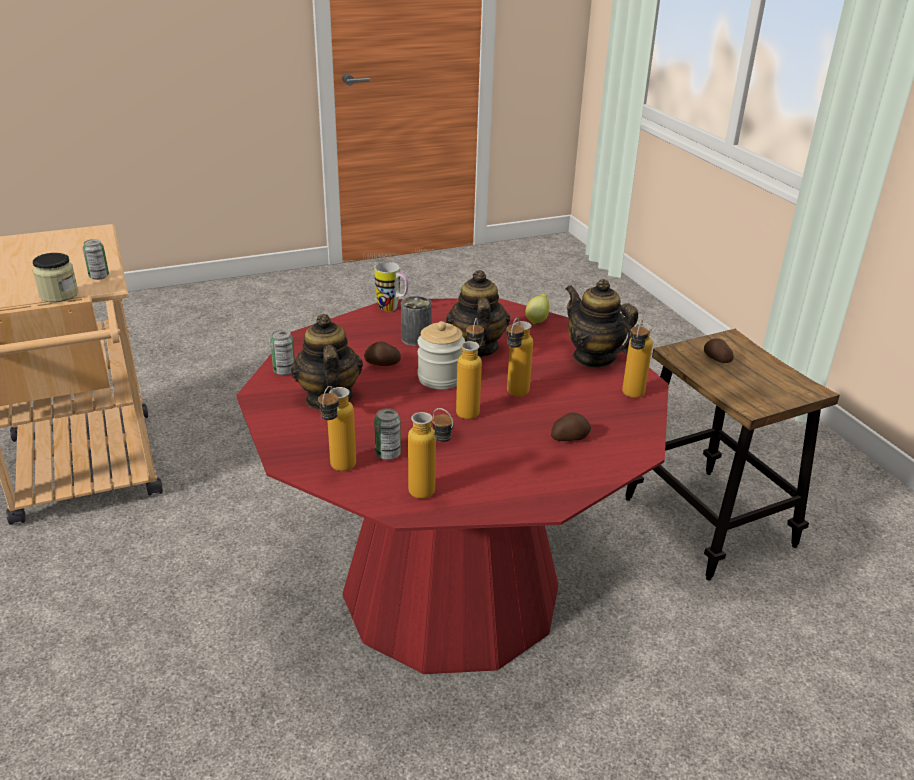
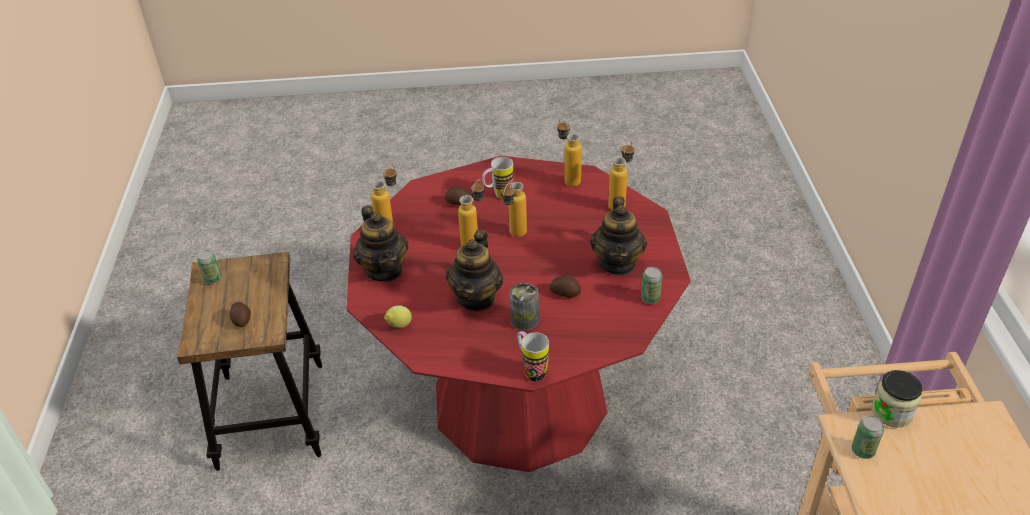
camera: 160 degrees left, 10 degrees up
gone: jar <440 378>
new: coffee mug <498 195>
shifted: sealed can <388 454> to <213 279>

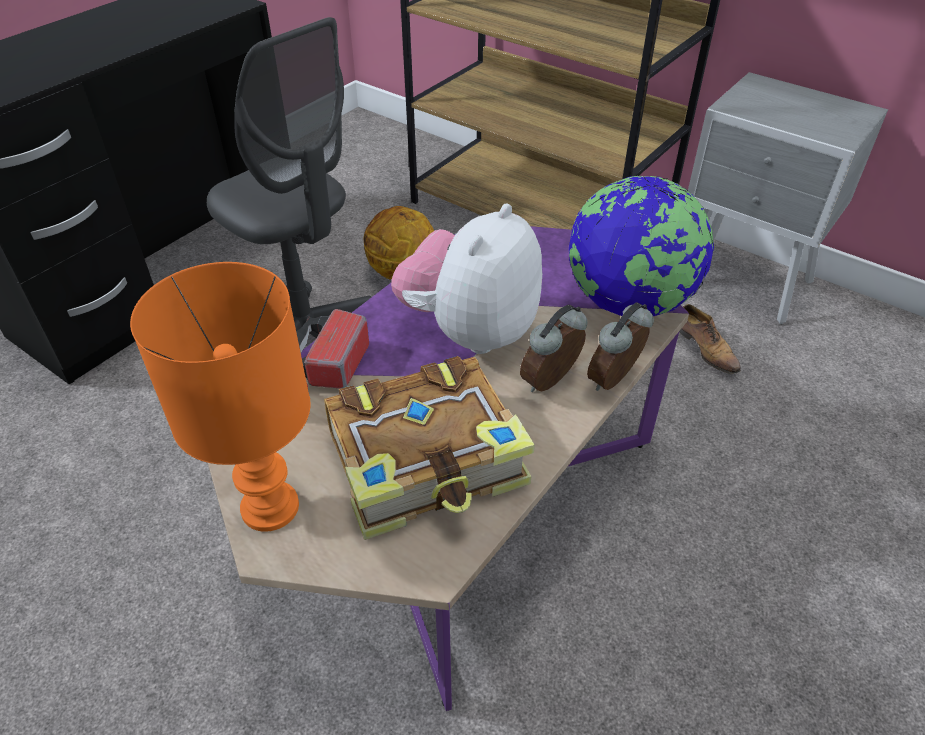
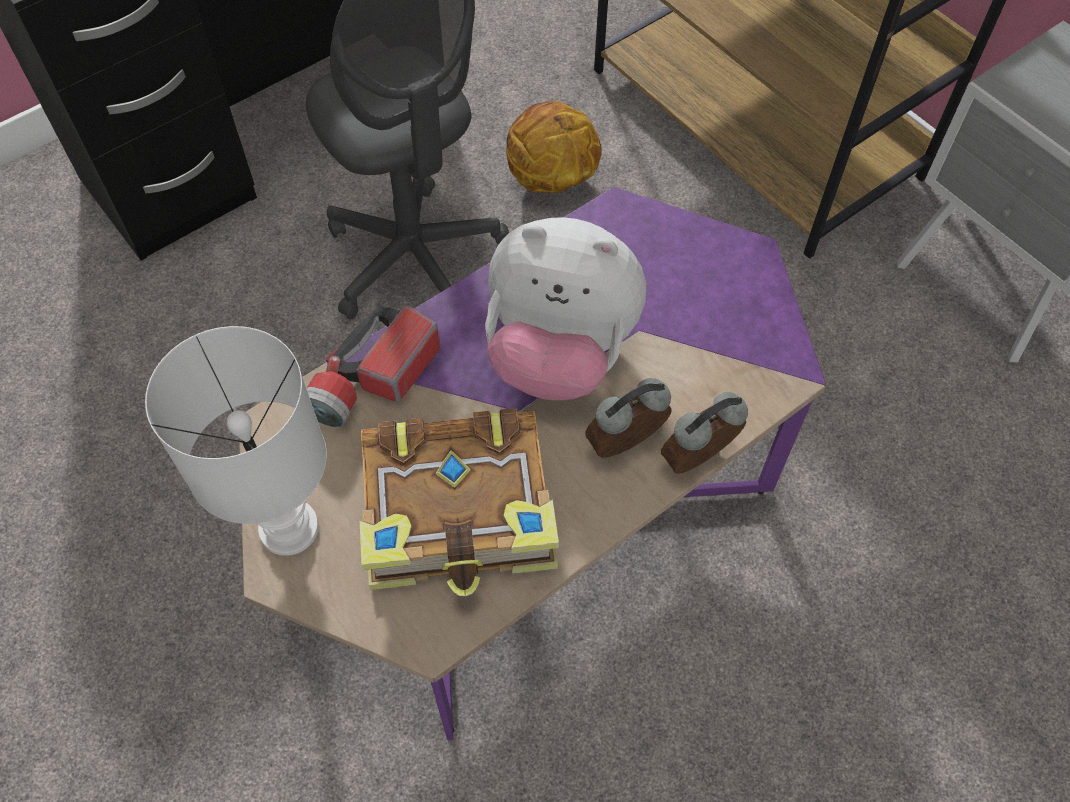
camera: 15 degrees right, 15 degrees up
gone: desk globe <629 303>; low shoe <705 348>
repainted: orangey table lamp <269 505> to whitish table lamp <289 526>
rotated: plush toy <470 331> = <559 353> 120 degrees counterclockwise

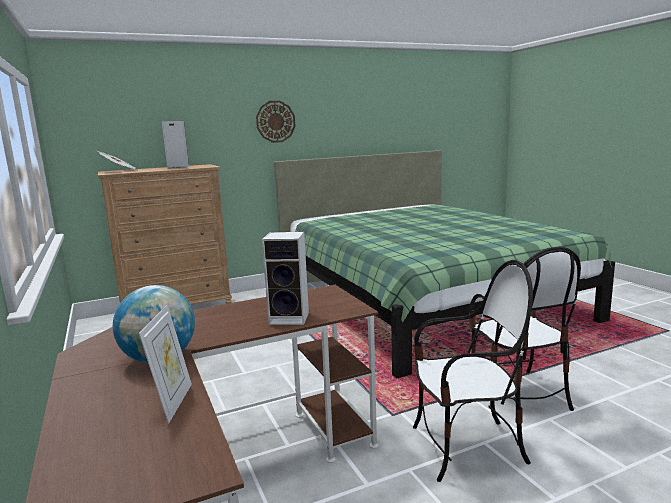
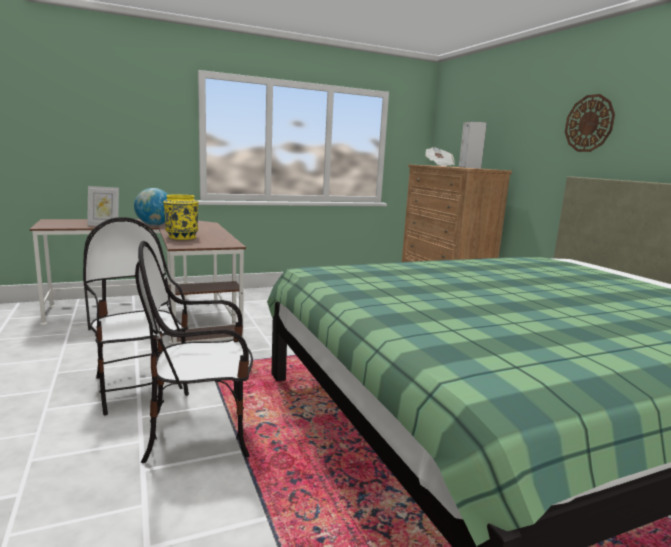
camera: 90 degrees right, 0 degrees up
swapped: speaker <291 318> to yellow-coloured vase <181 237>
rotated: upright chair <467 448> = <139 388> 150 degrees clockwise

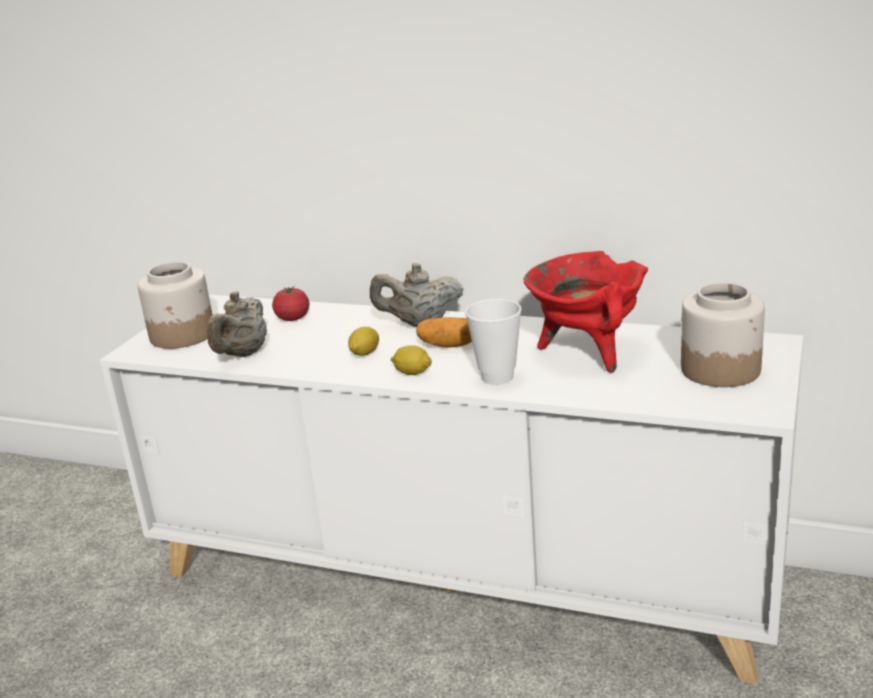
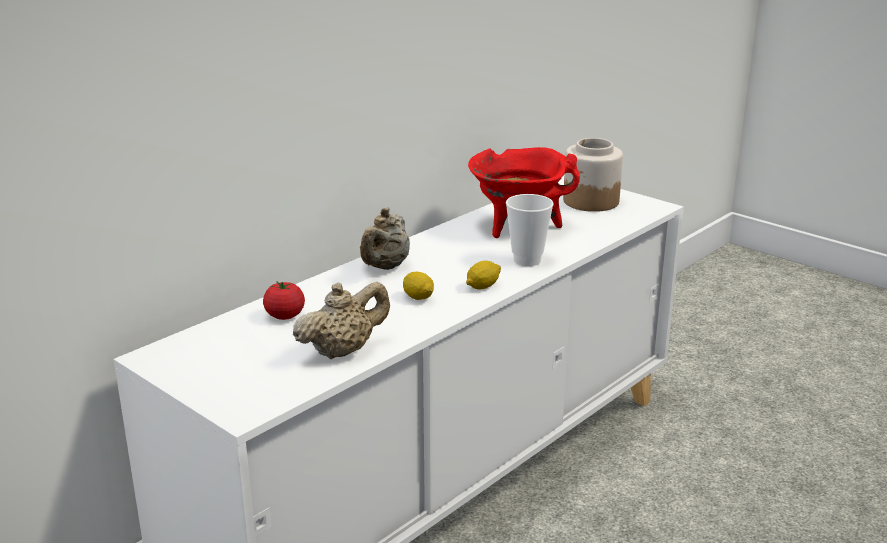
camera: 70 degrees left, 0 degrees up
gone: jar <183 335>; whole potato <448 345>
rotated: sand-coloured tea pot <243 354> = <343 351> 75 degrees counterclockwise

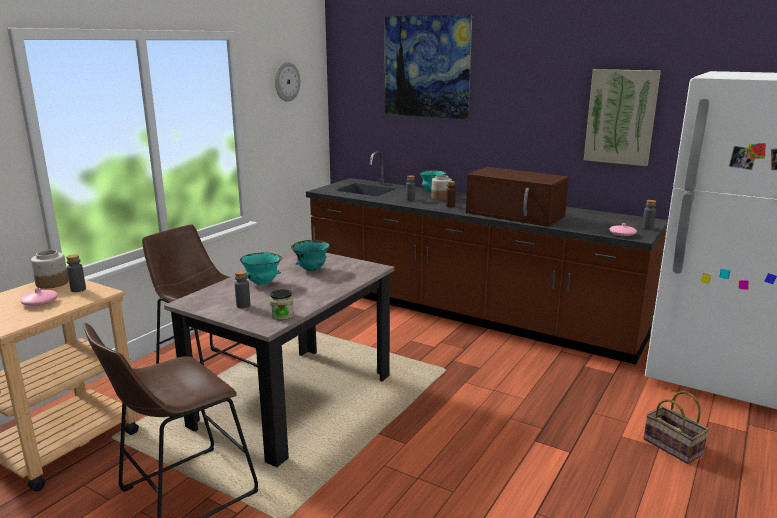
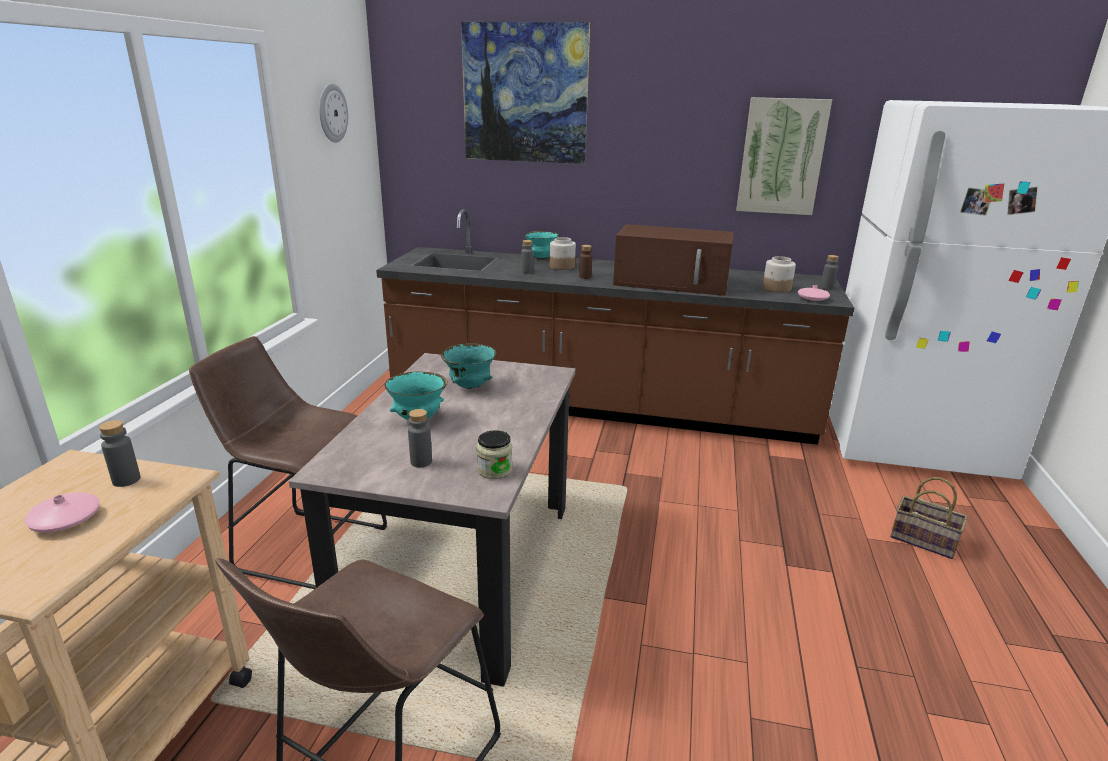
camera: 20 degrees left, 5 degrees up
shifted: jar <52 283> to <776 288>

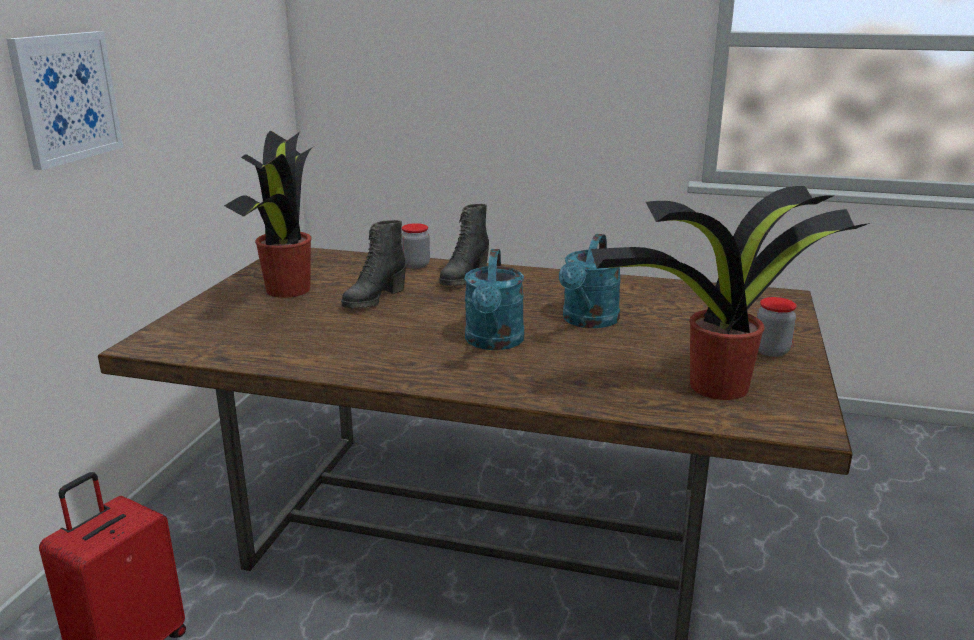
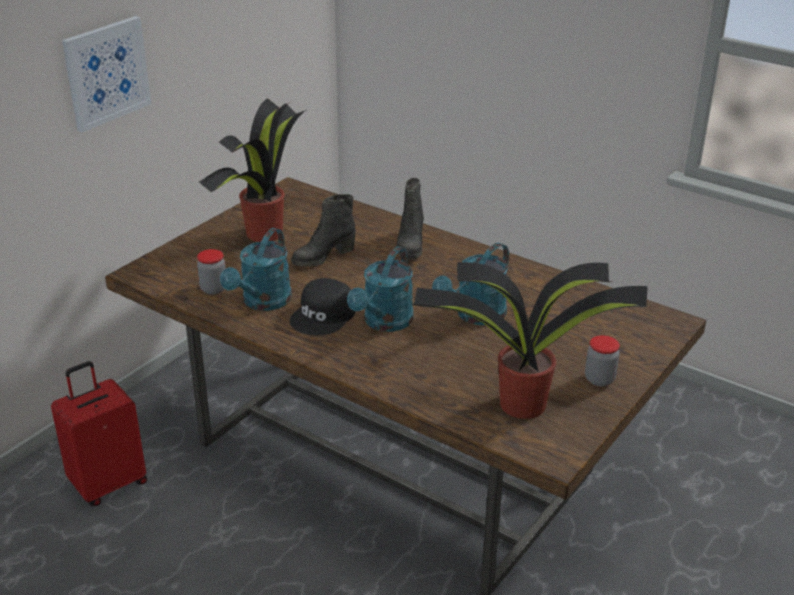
camera: 20 degrees right, 10 degrees up
new: turquoise sprinkling can <262 303>; blackish baseball cap <324 316>
shifted: jar <416 265> to <213 289>
rotated: blackish boot <463 278> = <410 246> 45 degrees counterclockwise

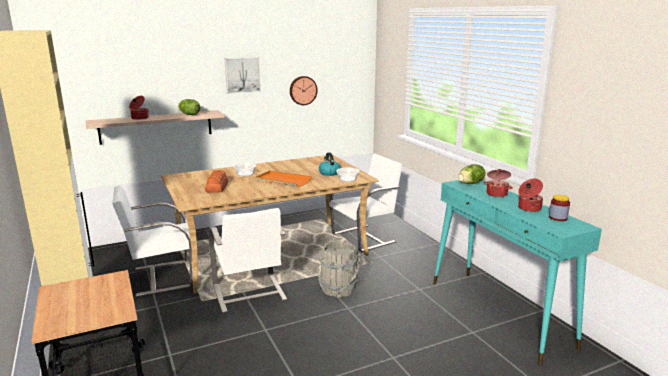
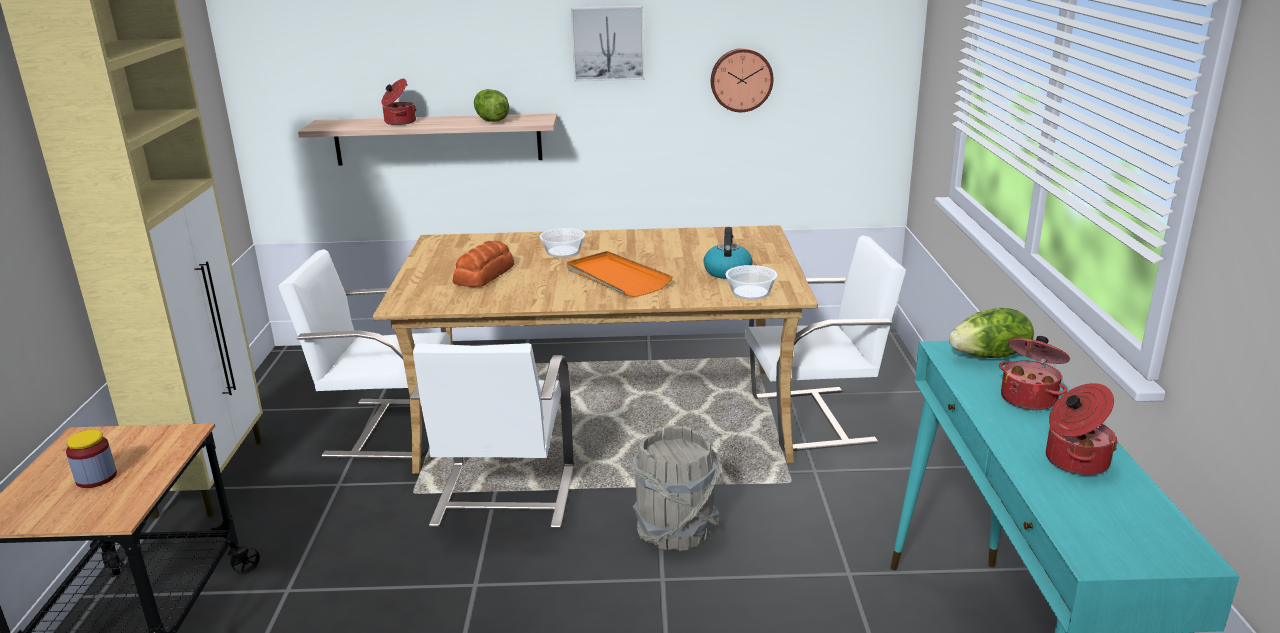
camera: 25 degrees right, 5 degrees up
shifted: jar <558 218> to <96 478>

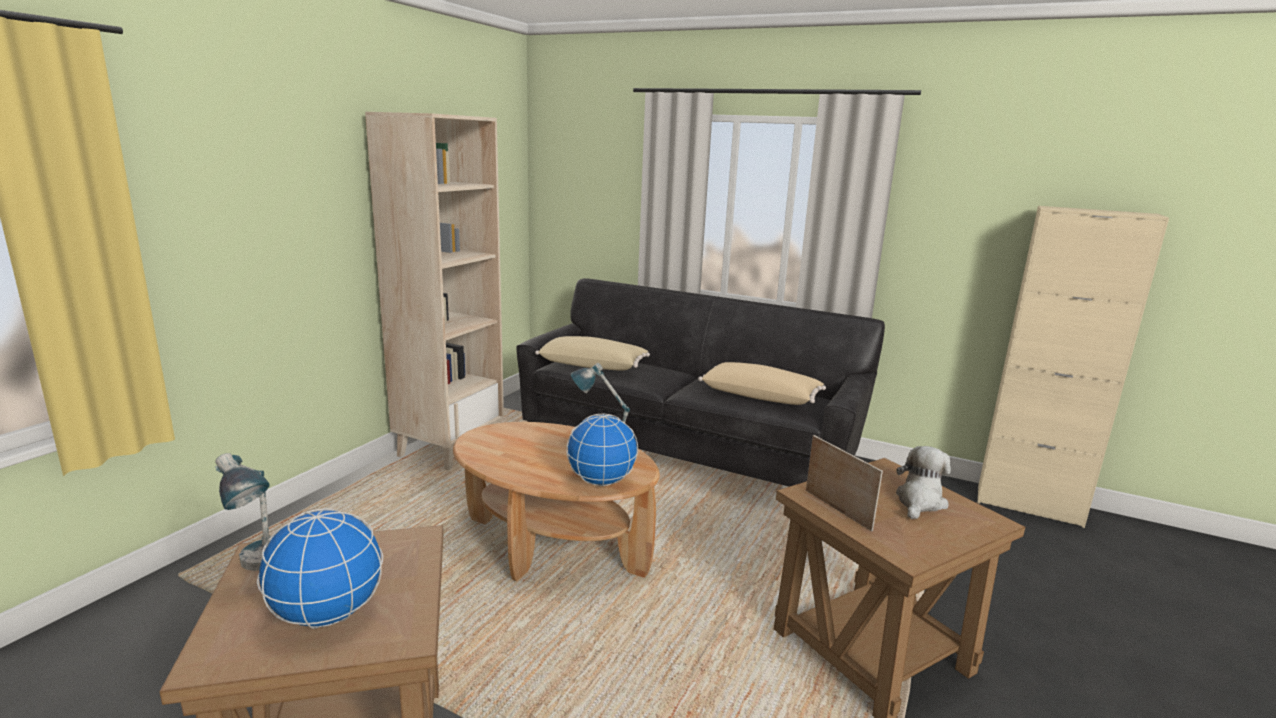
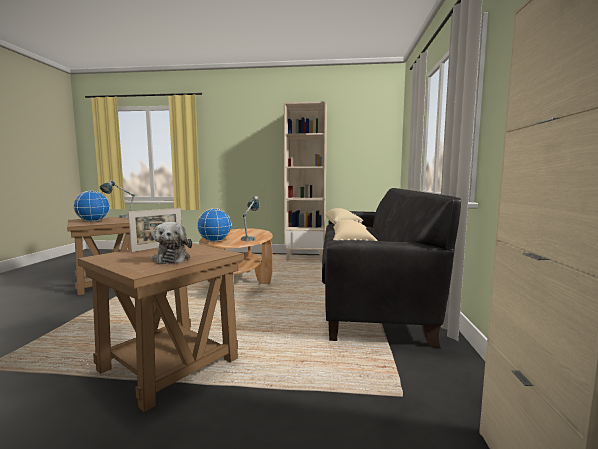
camera: 70 degrees right, 10 degrees down
rotated: plush toy <919 502> = <171 258> 60 degrees clockwise

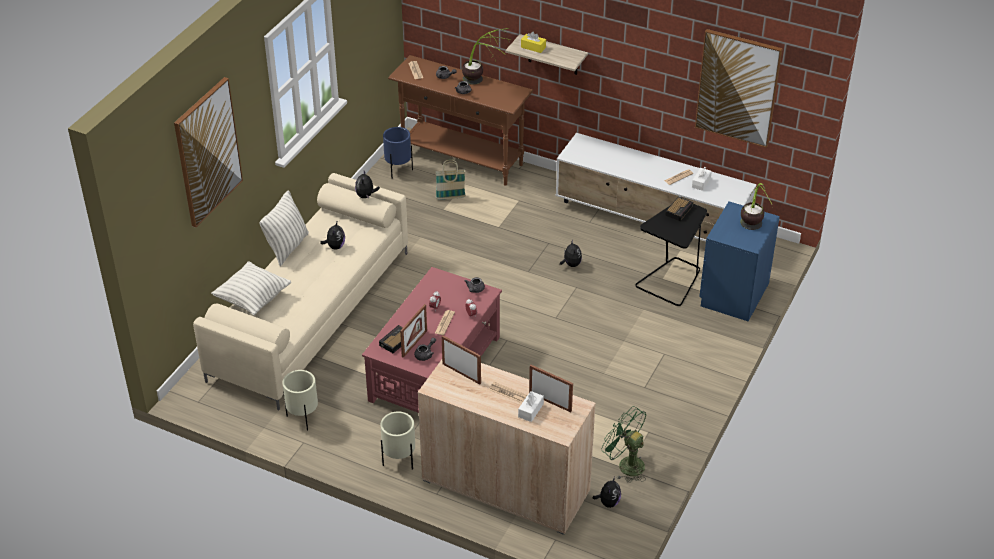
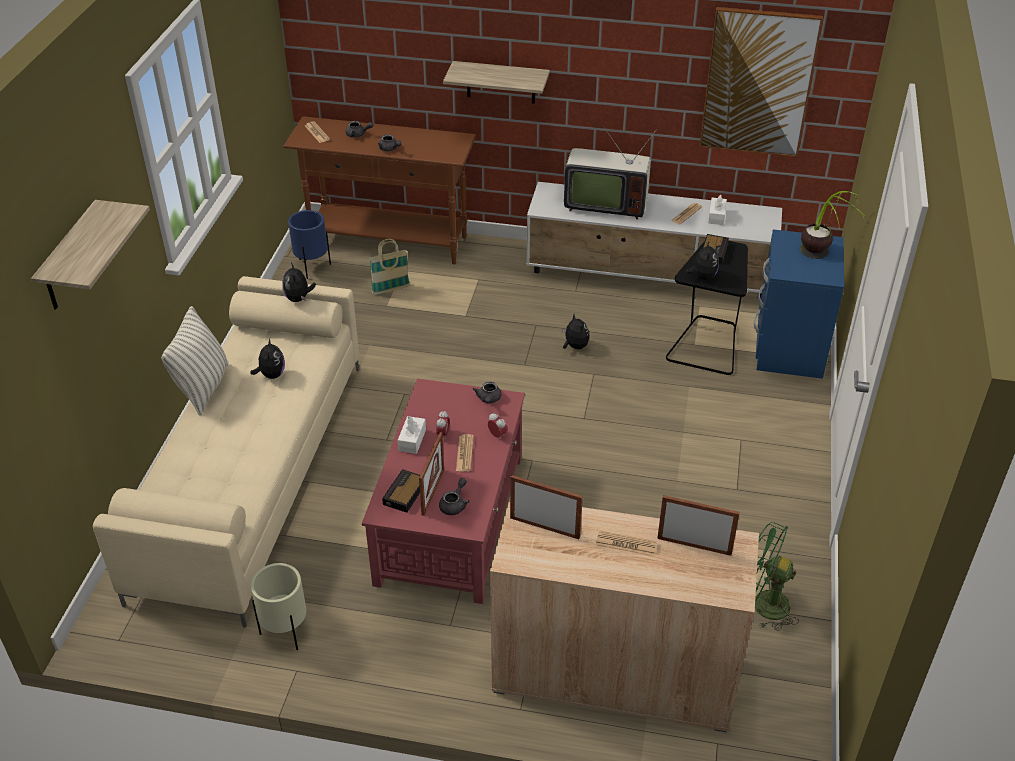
camera: 15 degrees left, 0 degrees up
gone: cushion <253 299>; sand-coloured planter <399 461>; houseplant <483 82>; yellow-coloured tissue holder <533 47>
new: TV set <604 204>
shifted: whitish tissue holder <530 410> to <412 440>; plush toy <608 502> to <702 276>
swapped: wall picture <207 152> to bracket shelf <70 258>

